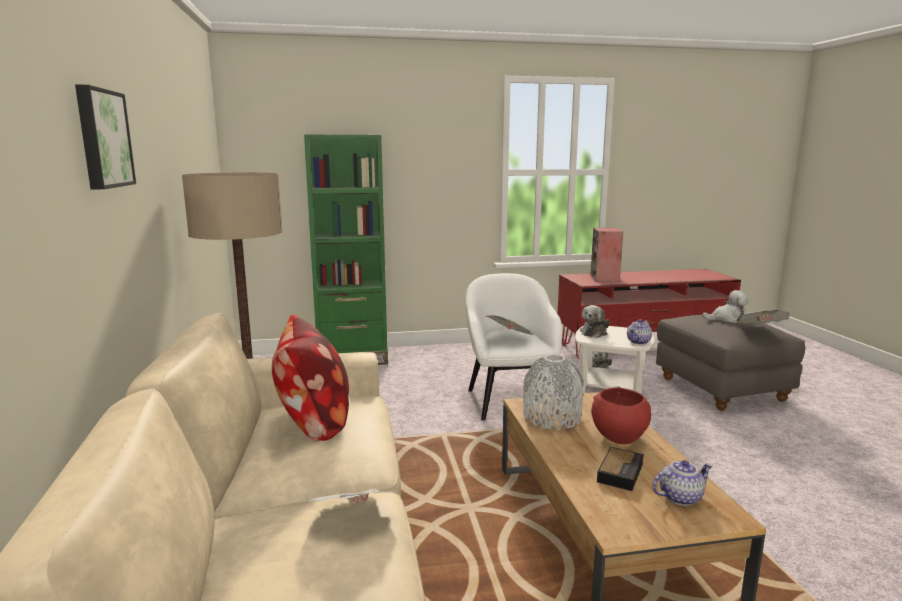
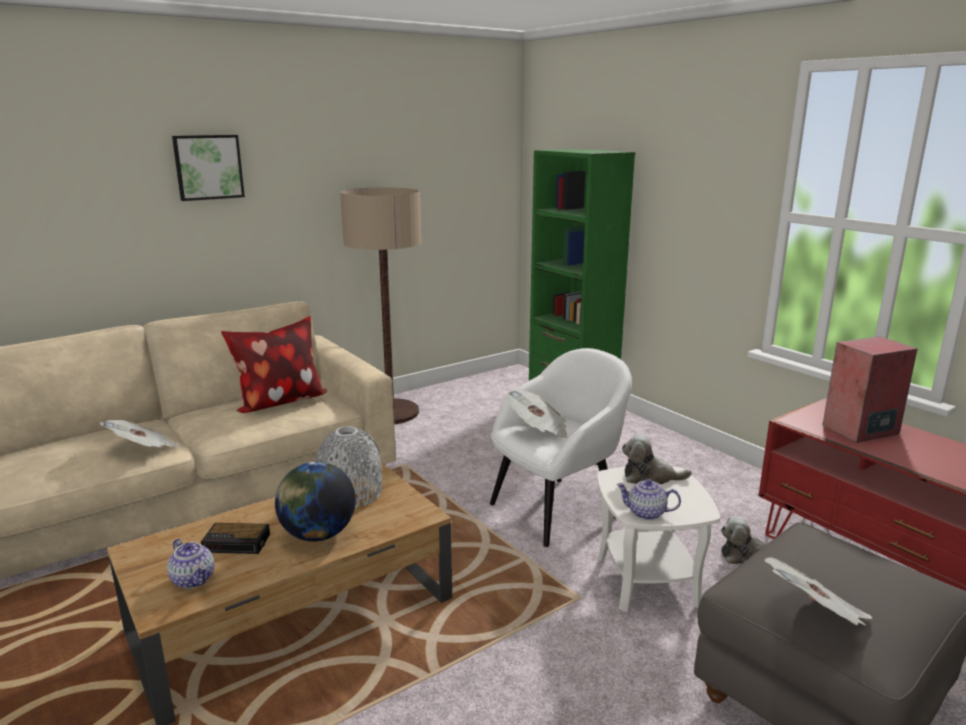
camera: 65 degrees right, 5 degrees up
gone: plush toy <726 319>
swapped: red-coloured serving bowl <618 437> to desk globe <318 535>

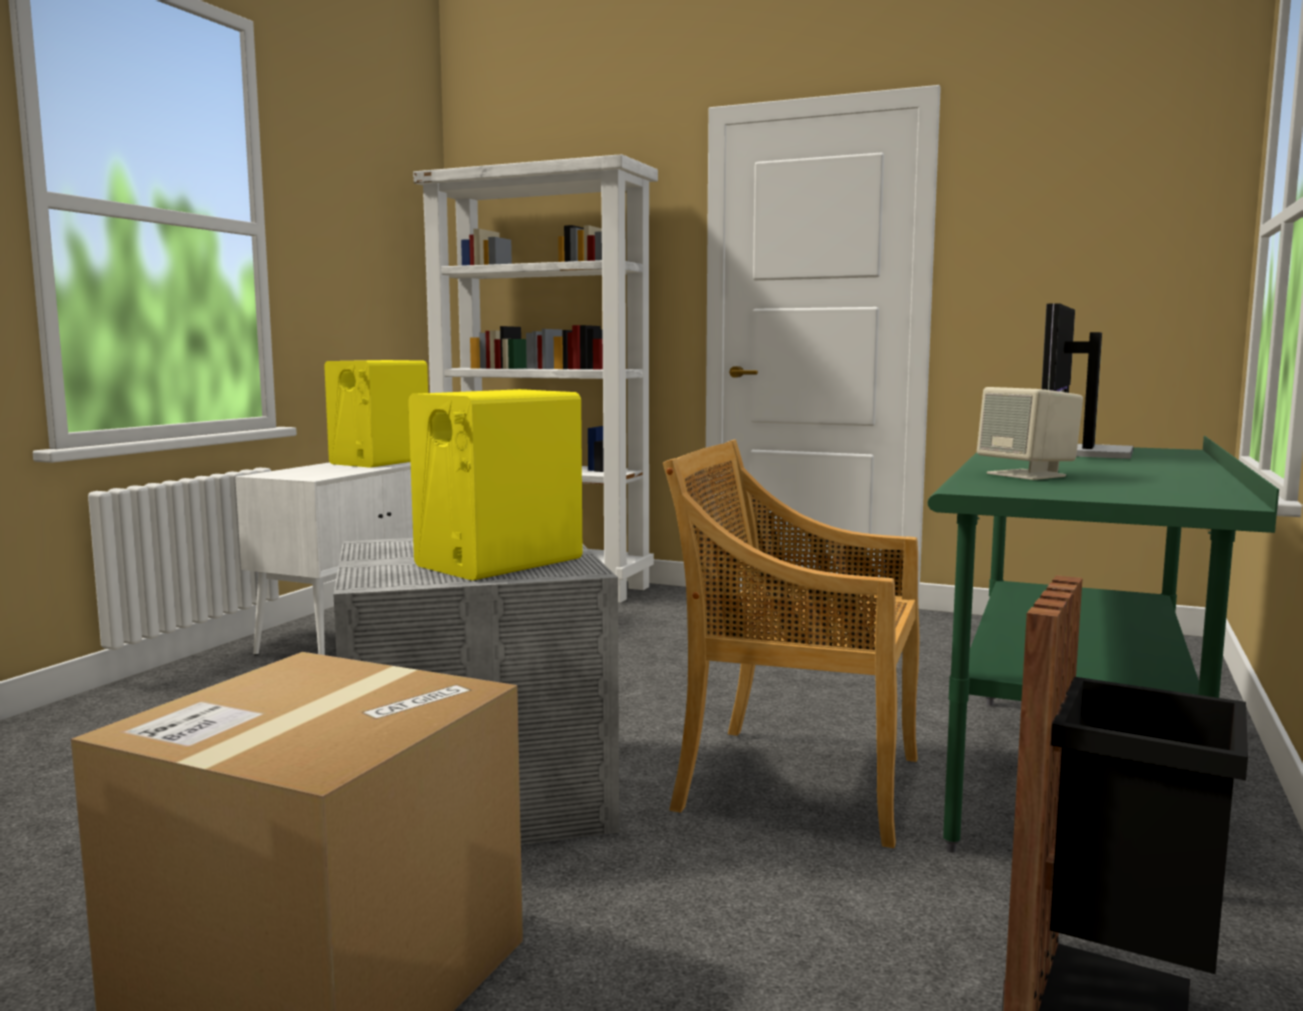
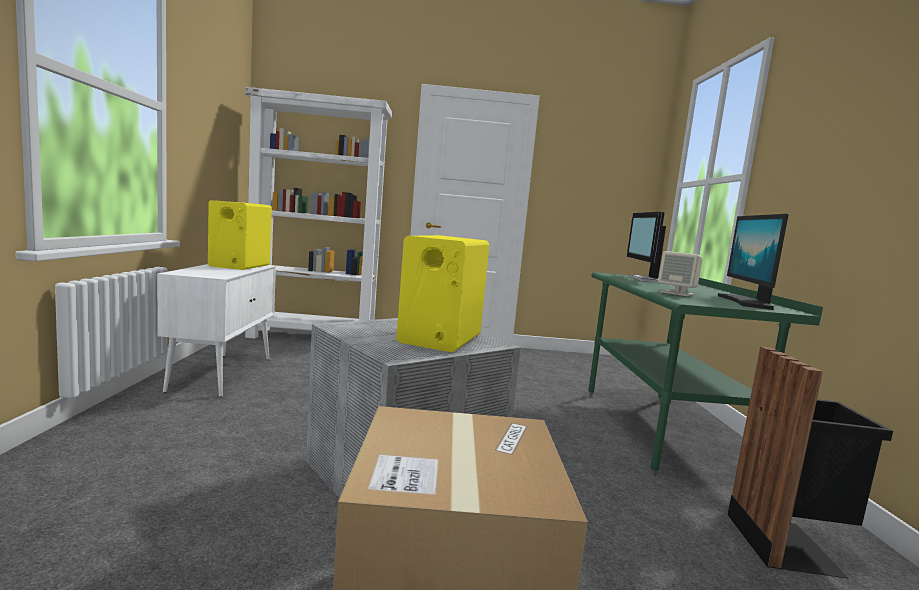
camera: 25 degrees left, 0 degrees up
gone: sand-coloured upright chair <795 782>
new: monitor <746 302>

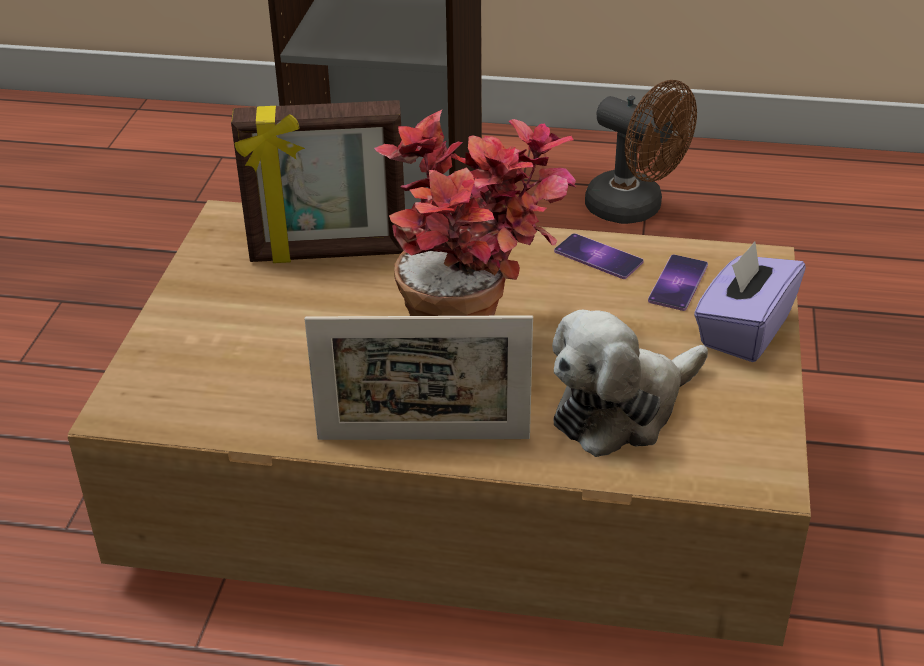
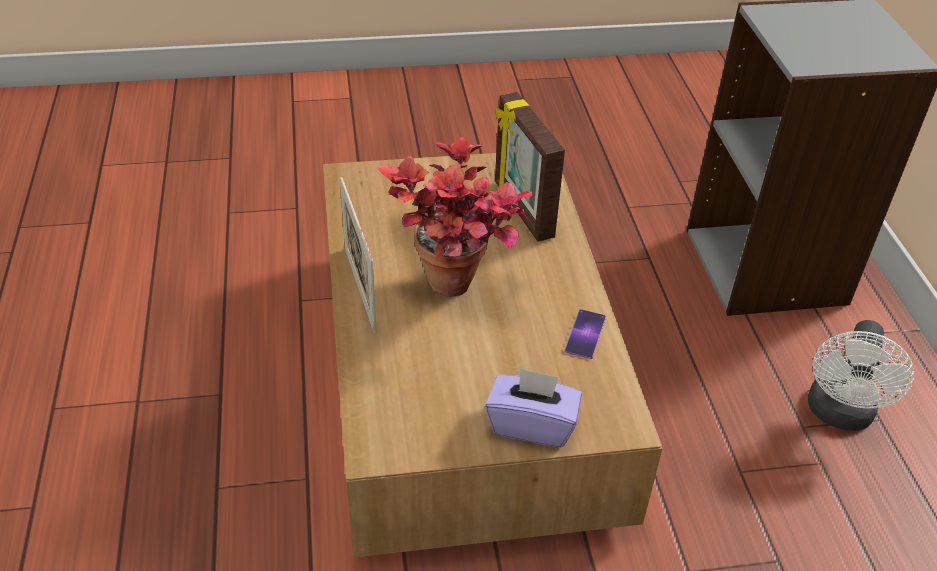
camera: 70 degrees right, 5 degrees up
gone: plush toy <622 409>; handset <678 283>
repainted: brownish fan <634 209> to whitish fan <839 415>

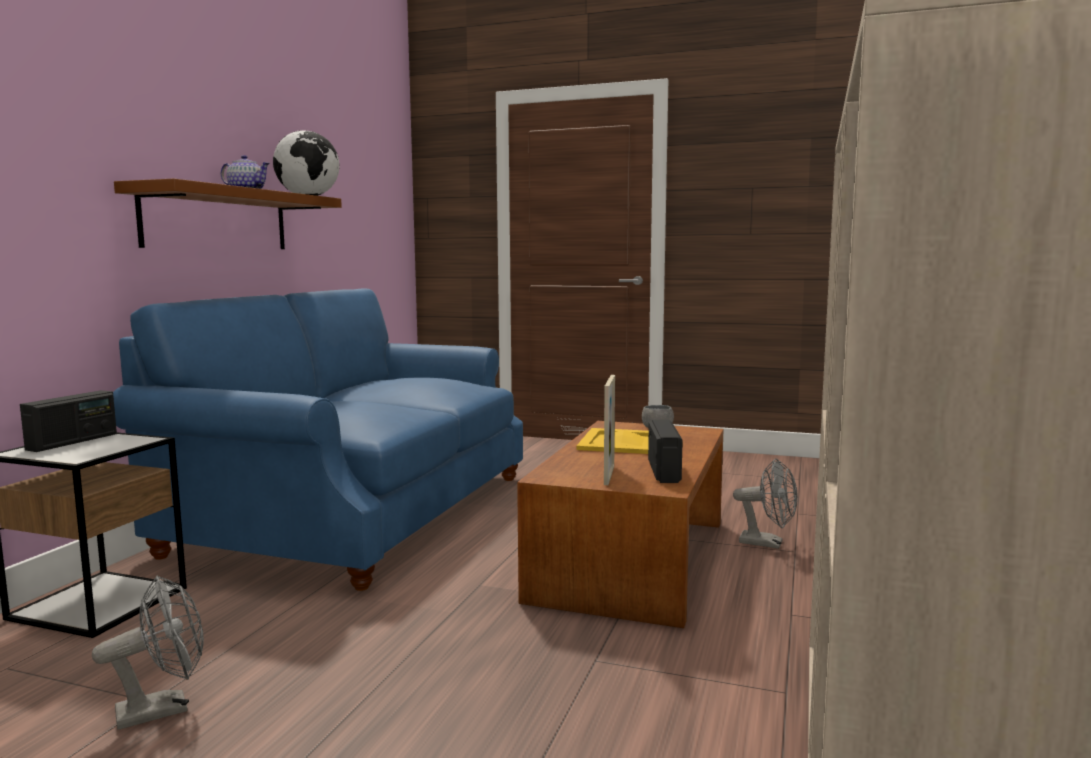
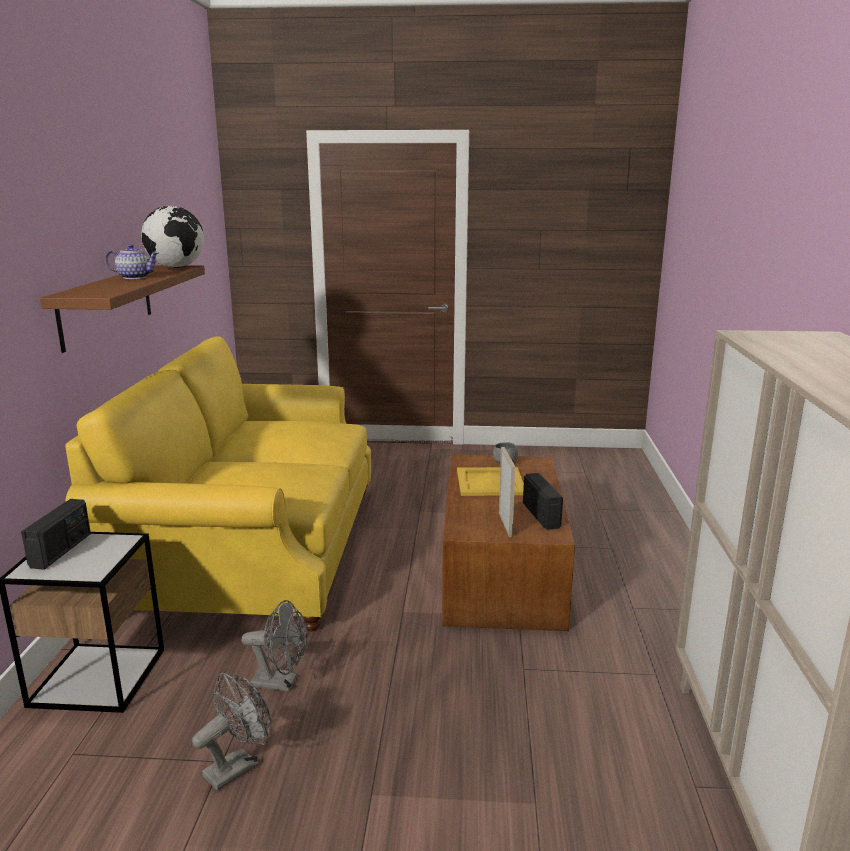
camera: 15 degrees left, 10 degrees up
shifted: grey fan <768 543> to <281 682>
repainted: bluish couch <359 512> to yellow-coloured couch <255 547>

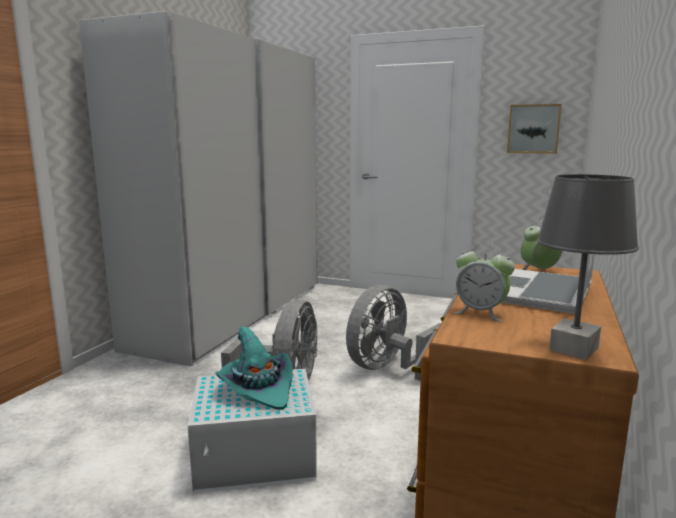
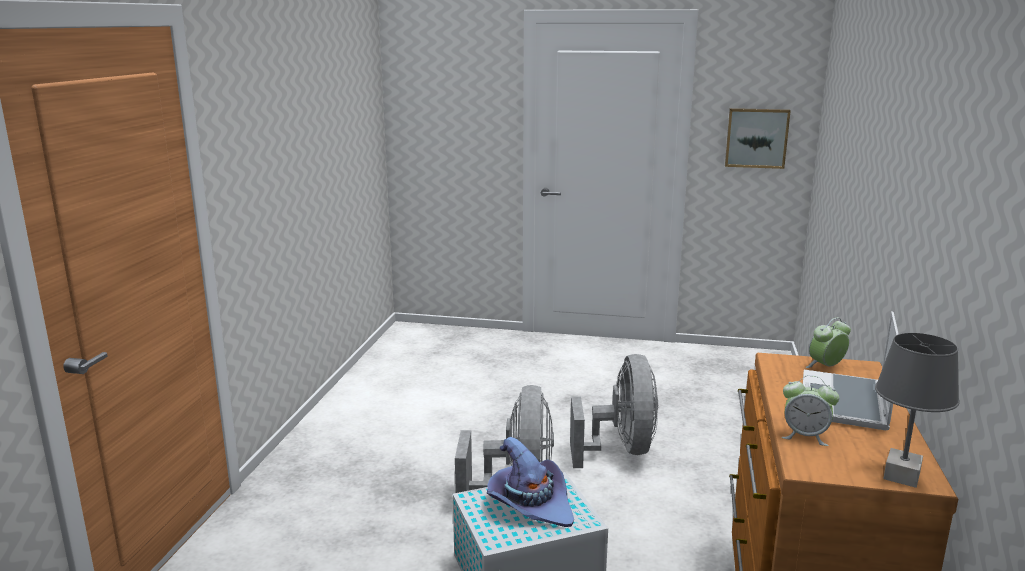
camera: 10 degrees left, 5 degrees up
gone: whitish clothes cupboard <232 313>
repainted: turquoise clothing hat <258 389> to purple-coloured clothing hat <530 504>
rotated: grey fan <388 368> = <621 450> 150 degrees clockwise

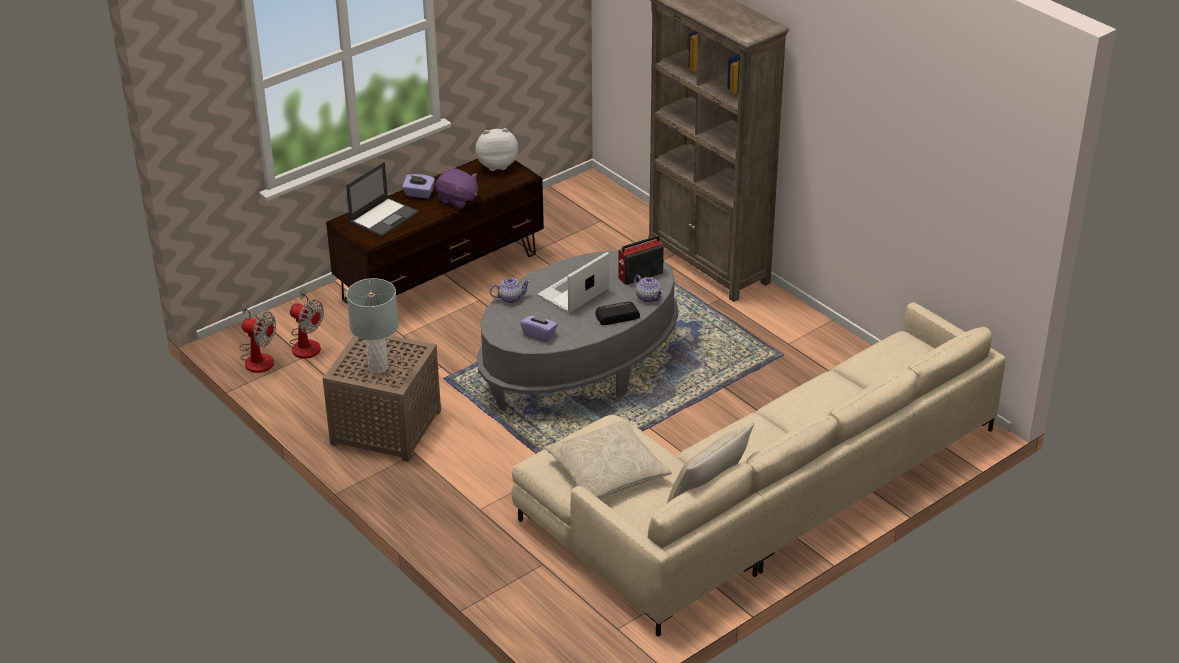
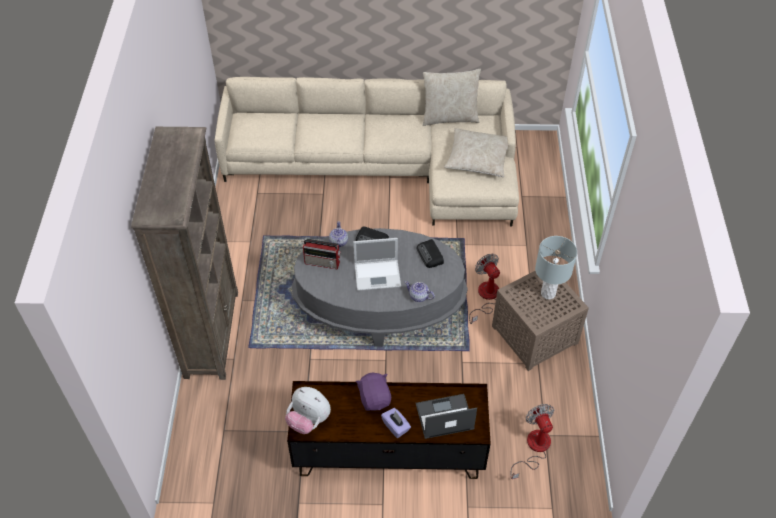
camera: 140 degrees left, 15 degrees up
shifted: fan <257 357> to <485 297>
swapped: purple-coloured tissue holder <539 334> to radio receiver <430 255>

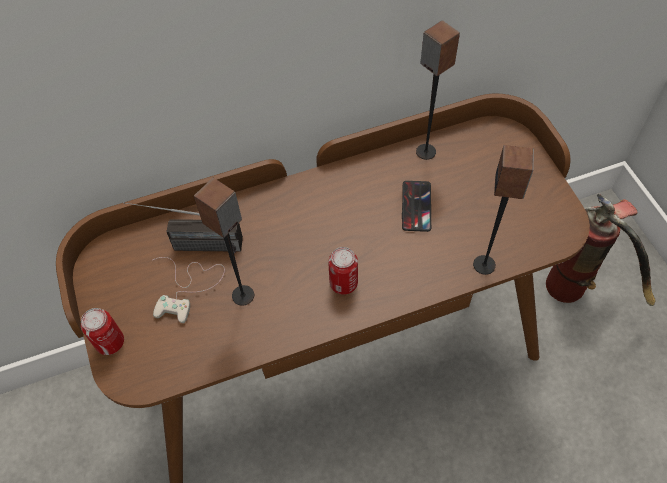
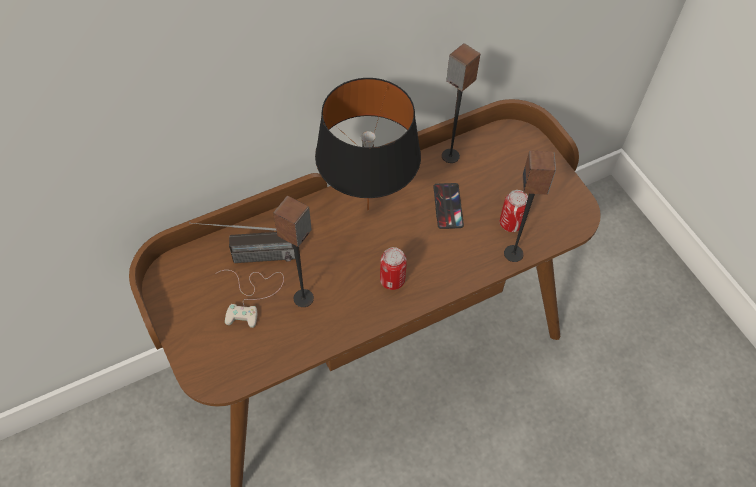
camera: 10 degrees left, 0 degrees up
gone: extinguisher <582 289>
new: blackish table lamp <369 210>
shifted: sealed can <110 342> to <511 223>

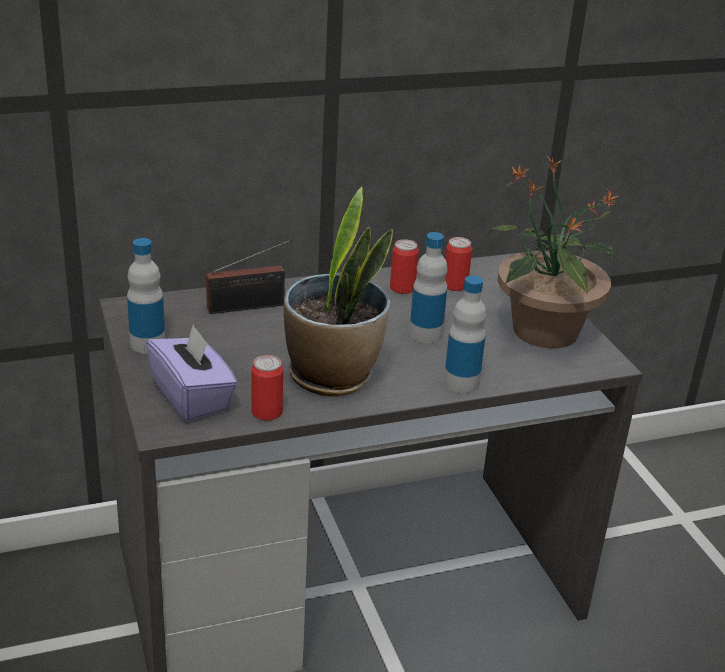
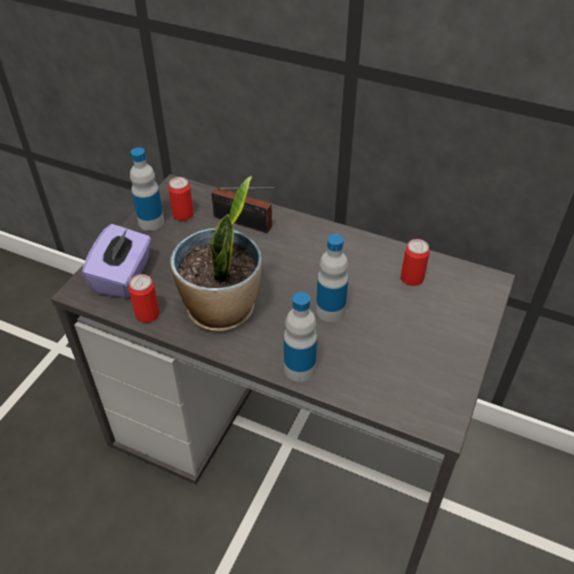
camera: 45 degrees right, 15 degrees up
gone: houseplant <543 332>
shifted: sealed can <402 288> to <183 214>

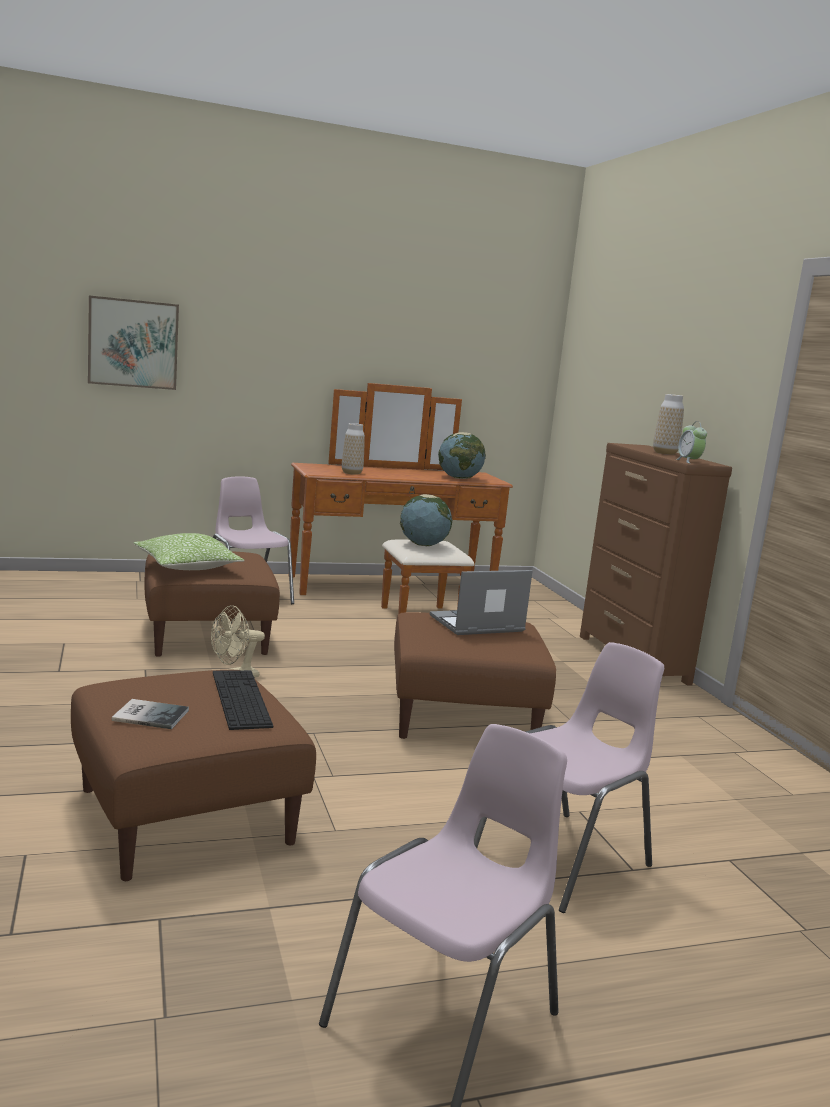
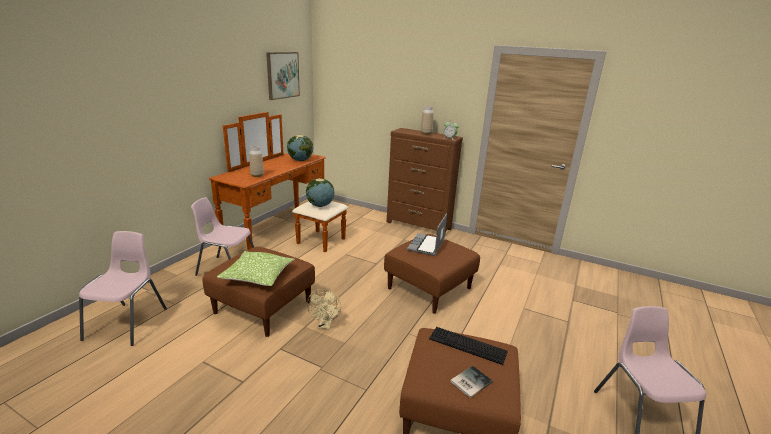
camera: 45 degrees left, 10 degrees up
shifted: wall picture <133 343> to <282 75>; pinkish upright chair <565 858> to <128 323>

